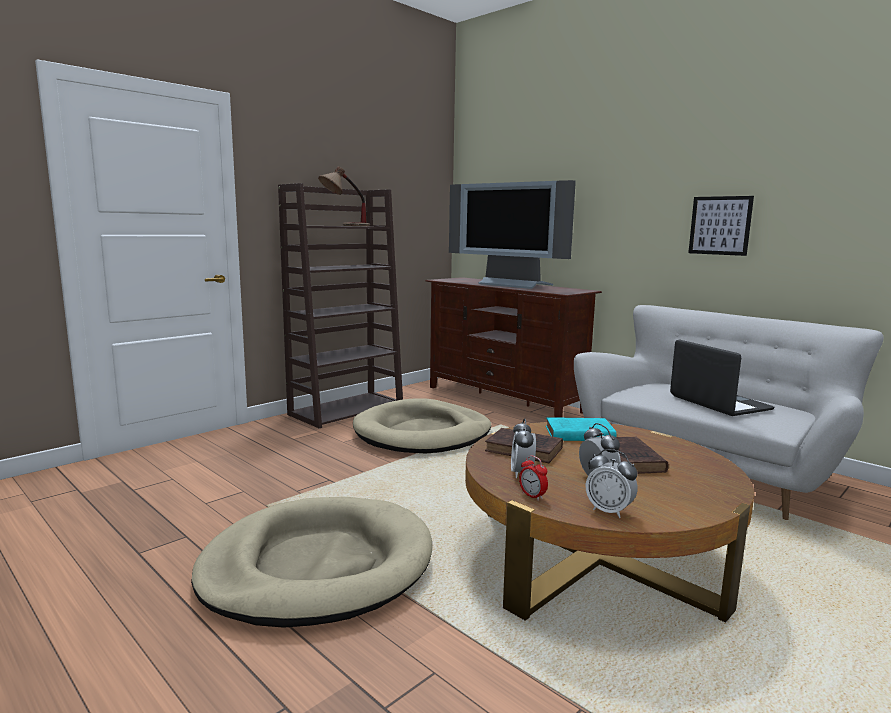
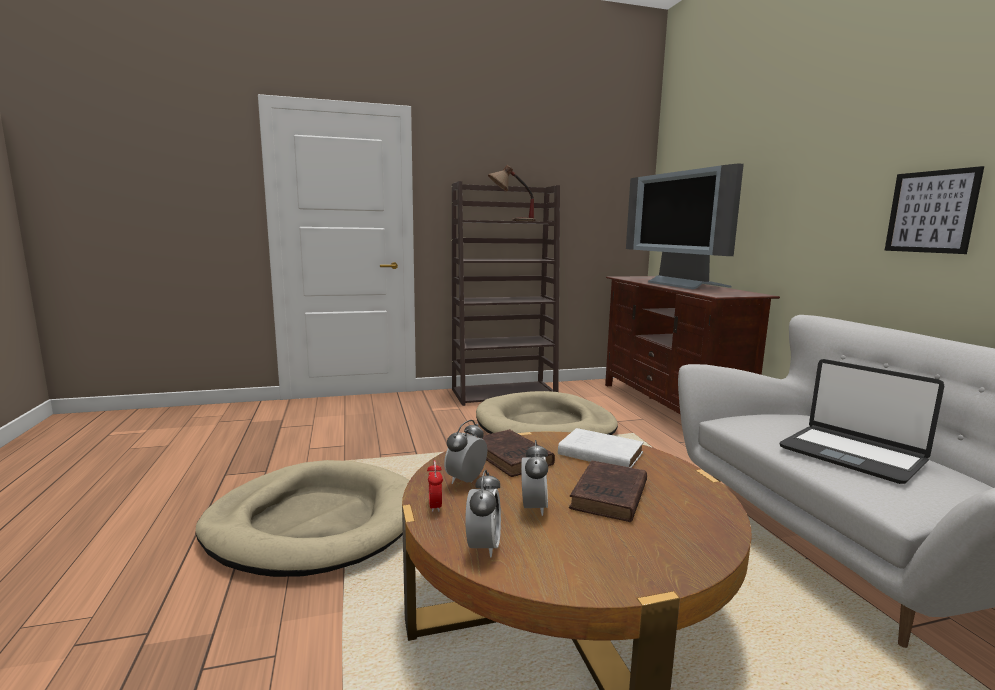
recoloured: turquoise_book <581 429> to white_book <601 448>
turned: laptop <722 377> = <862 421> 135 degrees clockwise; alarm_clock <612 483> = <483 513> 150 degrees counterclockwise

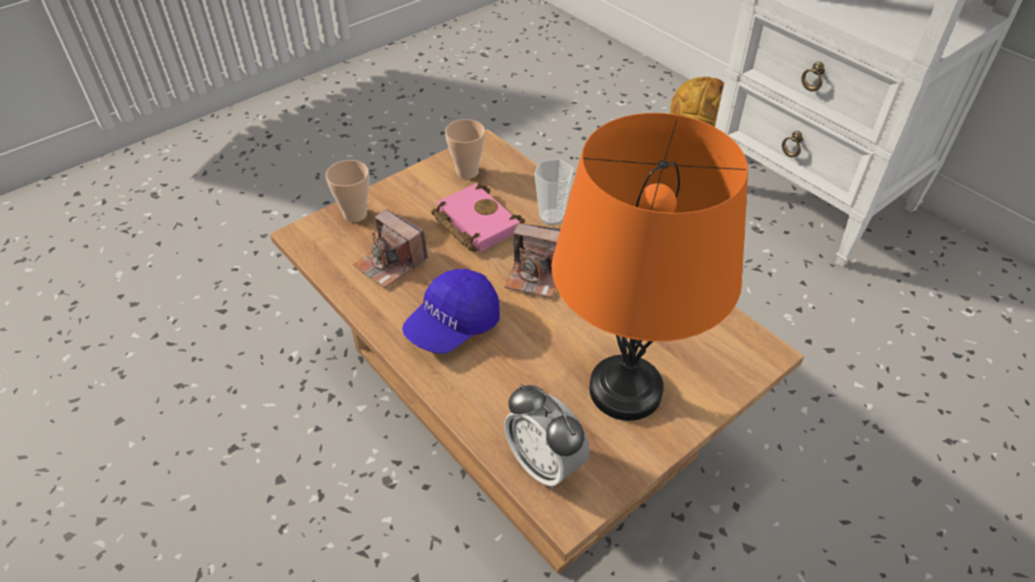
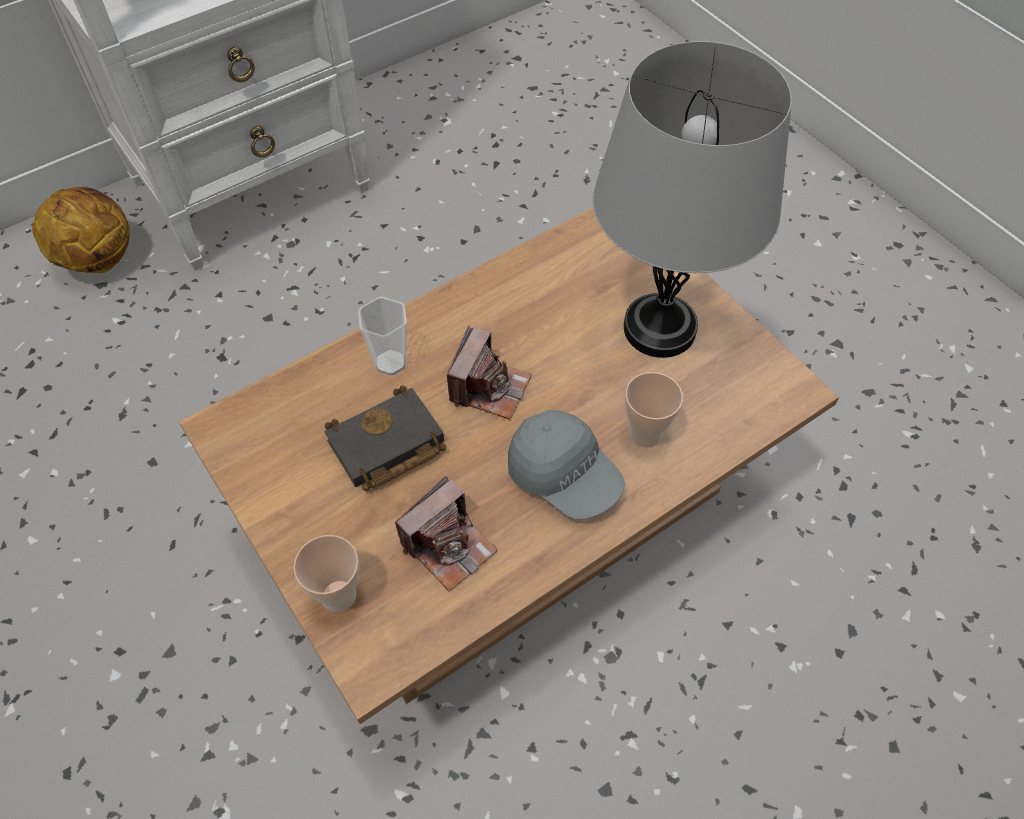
removed: alarm_clock <547 436>
moved: cup <465 149> to <654 410>
recoloured: orange_table_lamp <649 267> to grey_table_lamp <692 199>; pink_book <478 217> to black_book <385 438>; blue_cap <451 311> to grey_cap <566 464>

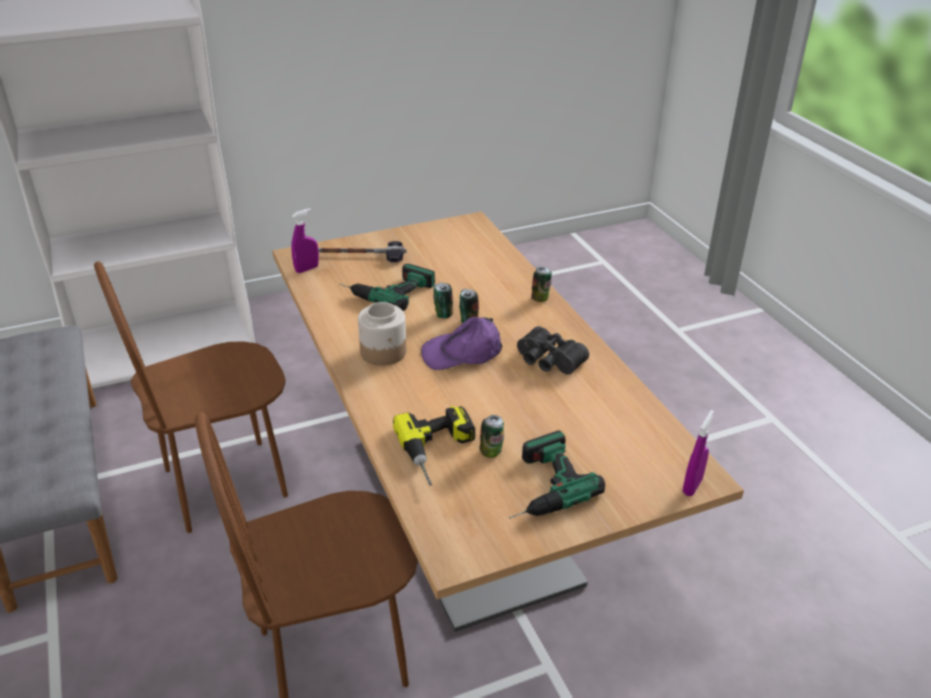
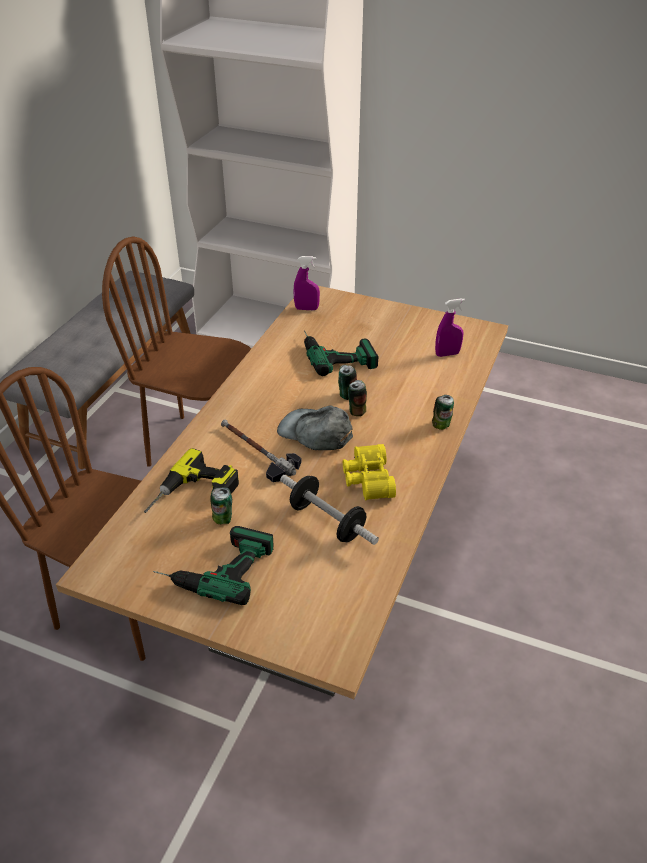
removed: jar <382 334>
added: dumbbell <329 510>
moved: hammer <362 251> to <261 451>; purple_spray_bottle <698 453> to <450 327>
recoloured: purple_cap <461 343> to grey_cap <315 427>; black_binoculars <553 350> to yellow_binoculars <369 472>

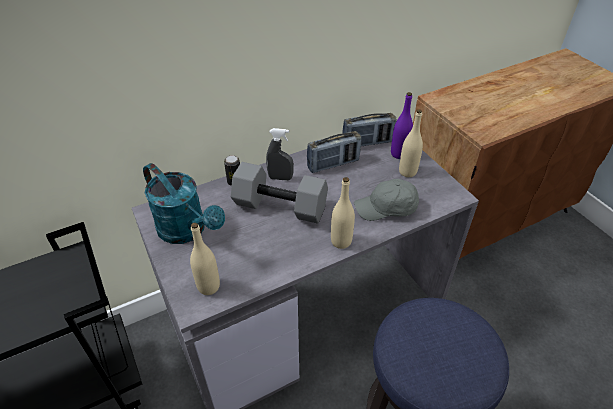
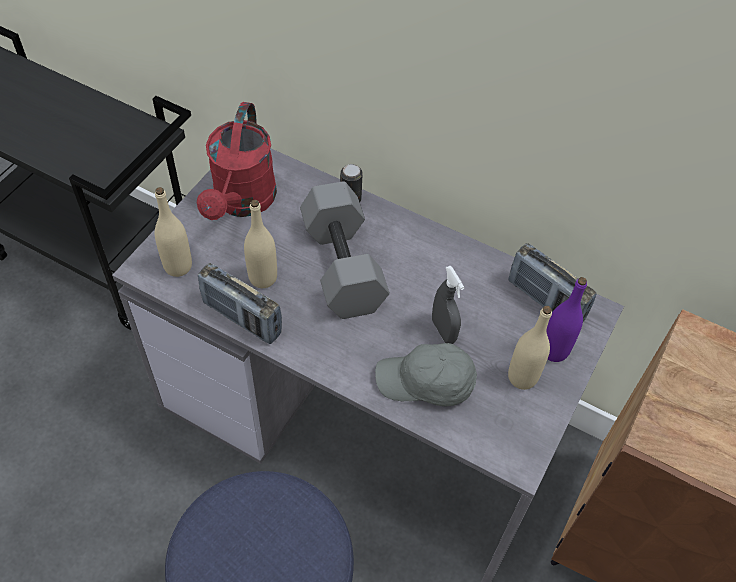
moved: grey_spray_bottle <280 154> to <448 305>; radio <334 152> to <240 303>; beige_bottle <343 213> to <260 244>
recoloured: turquoise_watering_can <184 203> to red_watering_can <237 161>
turned: grey_cap <386 200> = <426 374> 45 degrees counterclockwise

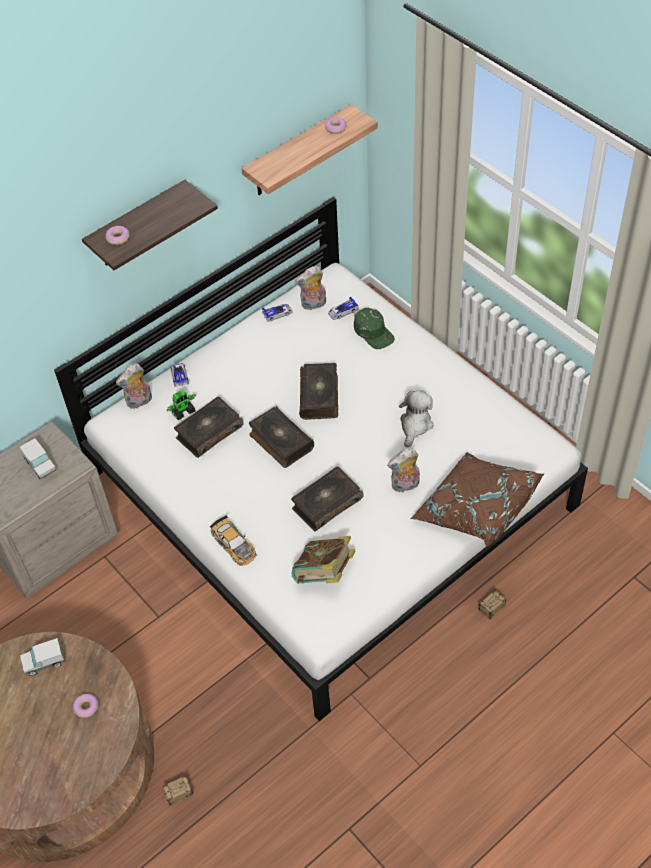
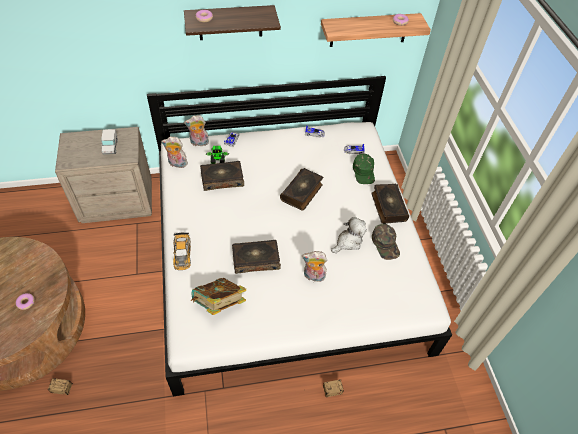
removed: brown_pillow <477 499>; toy_truck <42 657>
added: green_cap <386 242>
moved: plush_toy <310 288> to <174 152>; book <281 437> to <390 204>

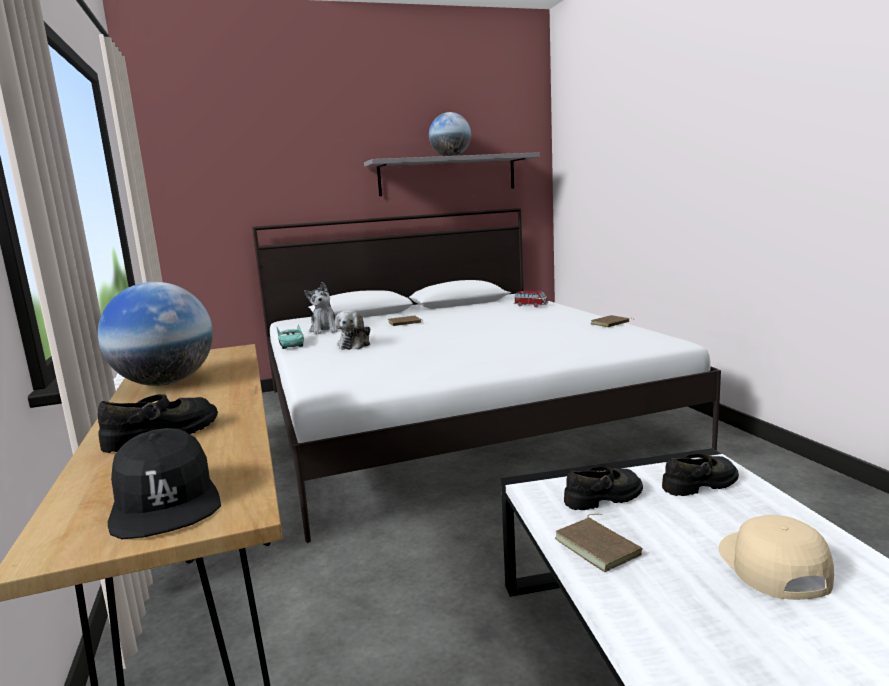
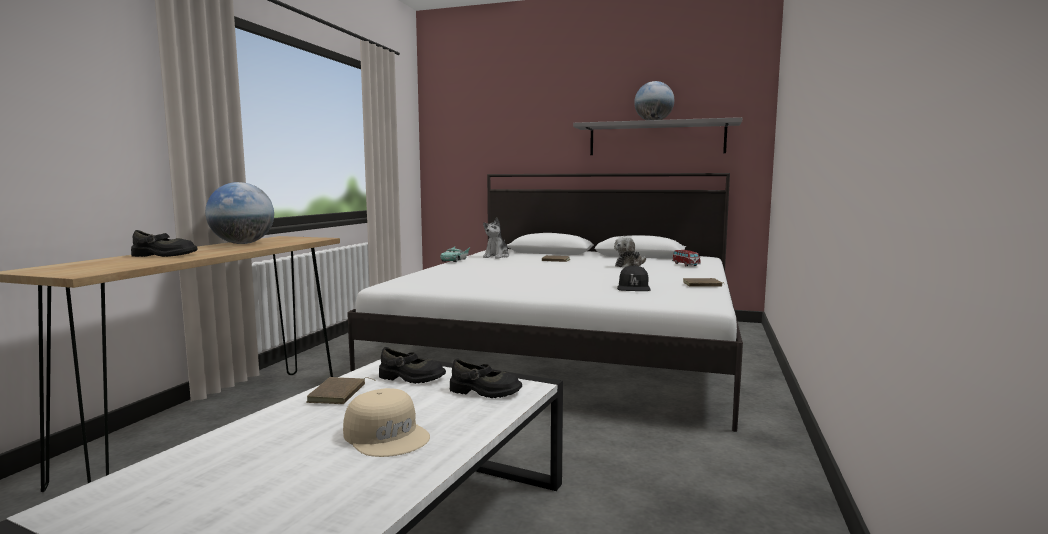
moved: plush_toy <352 330> to <630 252>; black_cap <164 483> to <633 278>
turned: beige_cap <776 557> = <386 422> 105 degrees clockwise

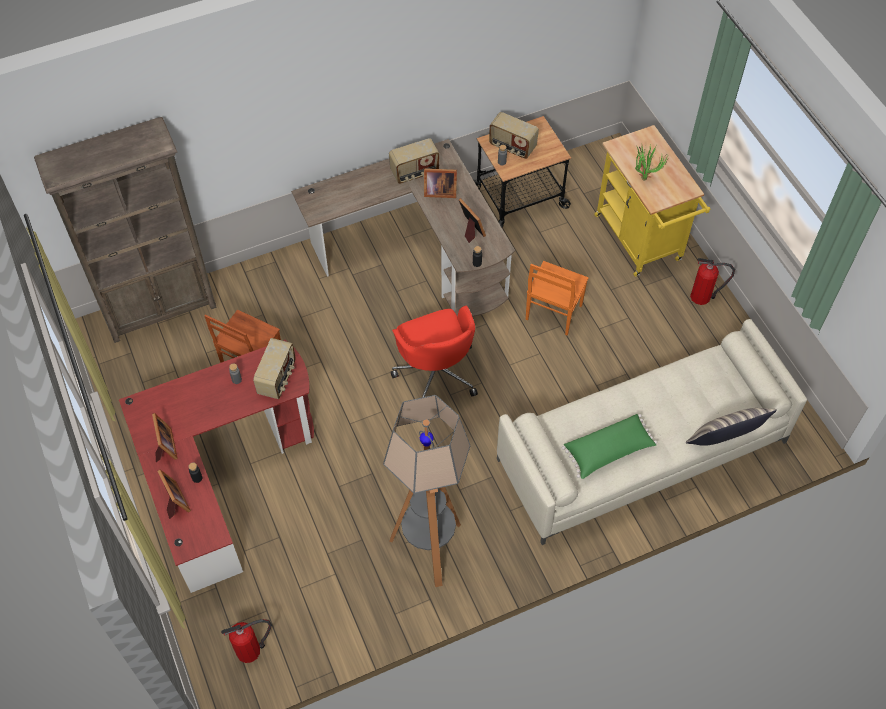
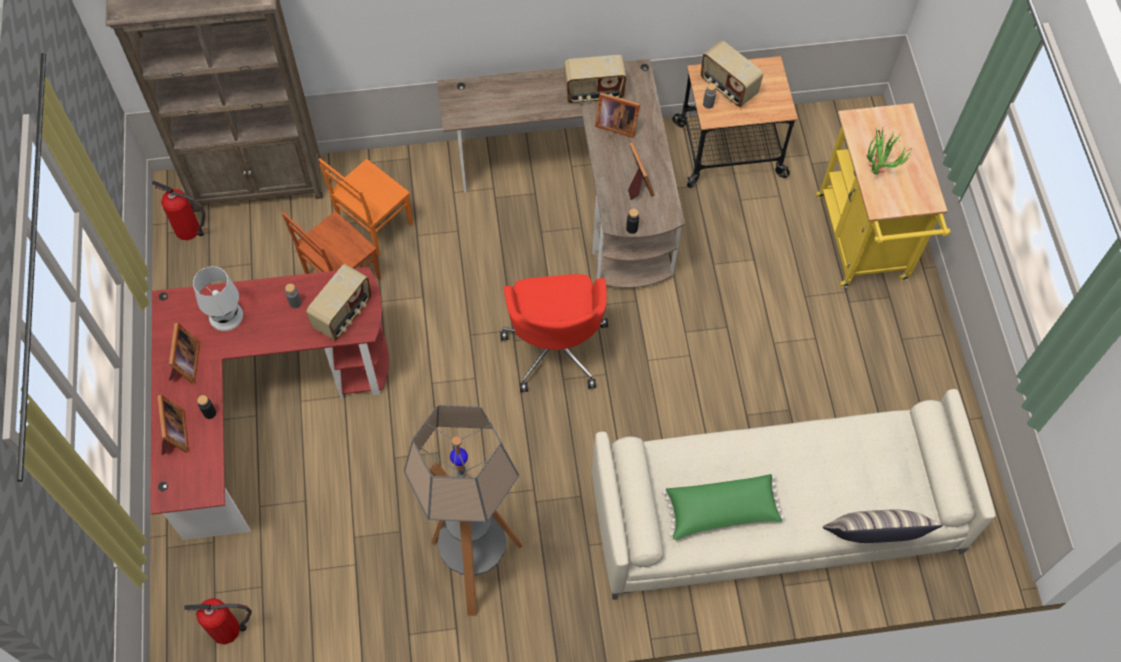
added: white_table_lamp <218 298>
moved: fire_extinguisher <712 281> to <178 210>; orange_chair <557 298> to <365 207>

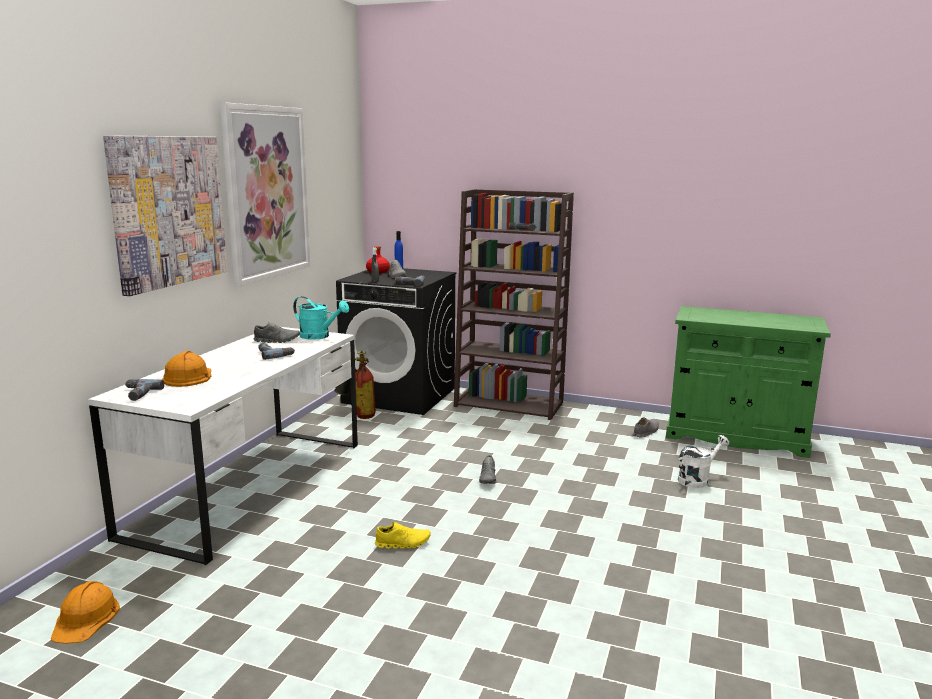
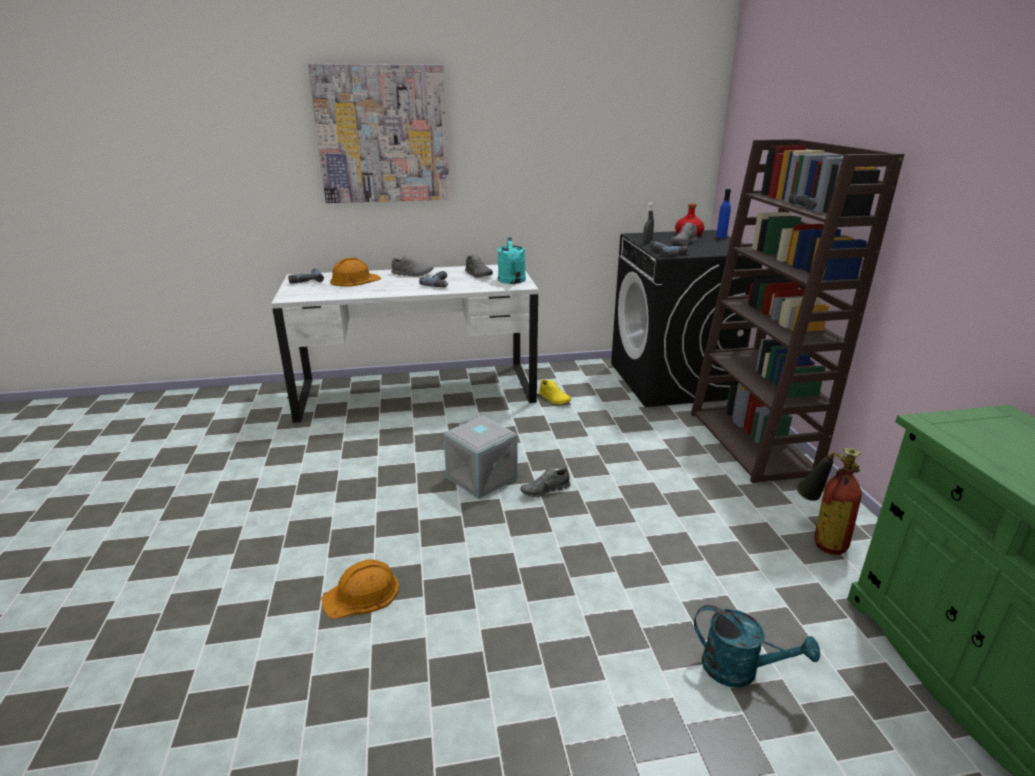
removed: picture <265 194>
added: grey_storage_box <480 457>
moved: fire_extinguisher <355 385> to <829 501>; grey_shoe <646 427> to <412 266>; yellow_shoe <403 535> to <555 391>; orange_hard_hat <85 612> to <360 589>
recoloured: white_watering_can <703 461> to turquoise_watering_can <757 646>

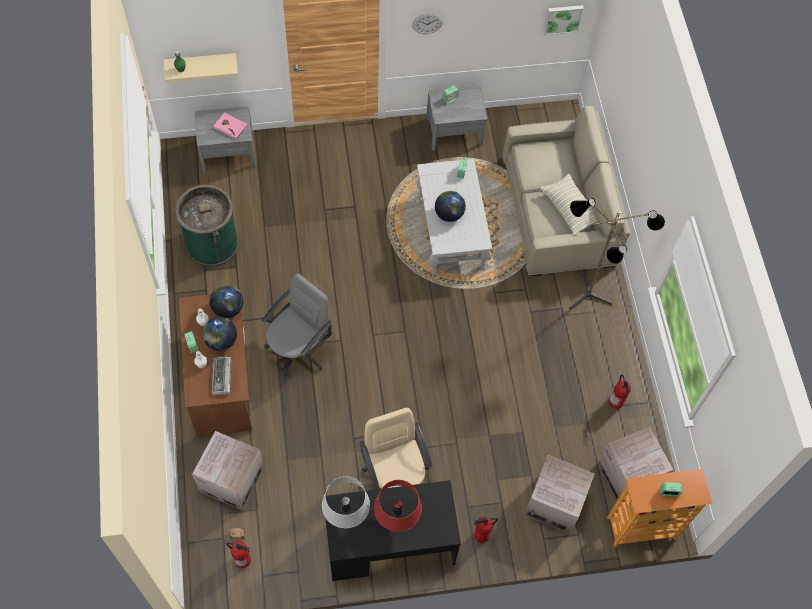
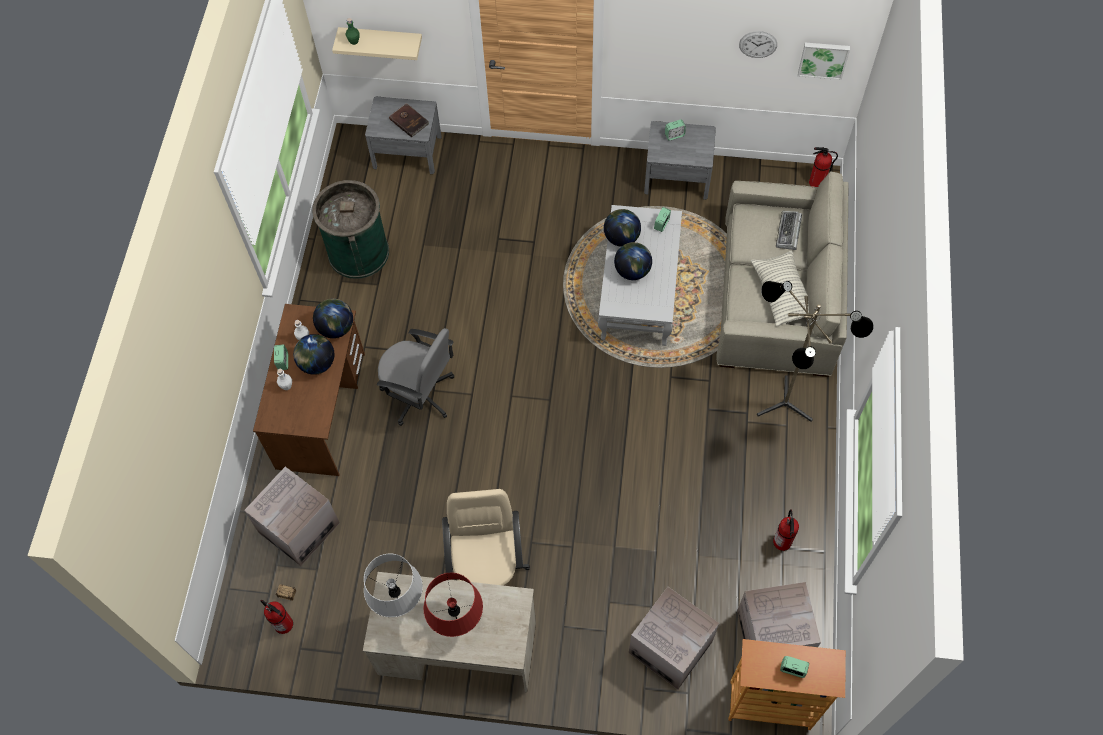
added: globe <622 228>
moved: wall_clock <428 23> to <758 44>; keyboard <221 375> to <789 230>; fire_extinguisher <486 529> to <823 167>
recoloured: pink_book <230 126> to brown_book <409 120>; black_desk <392 530> to beige_desk <449 632>
turned: grey_office_chair <297 325> = <415 377> 60 degrees clockwise

